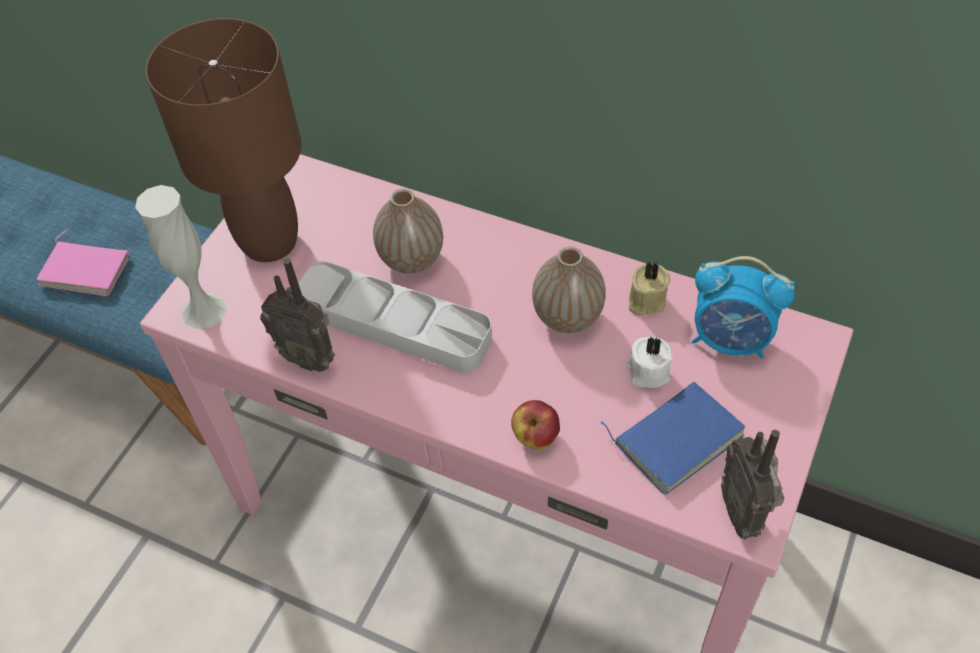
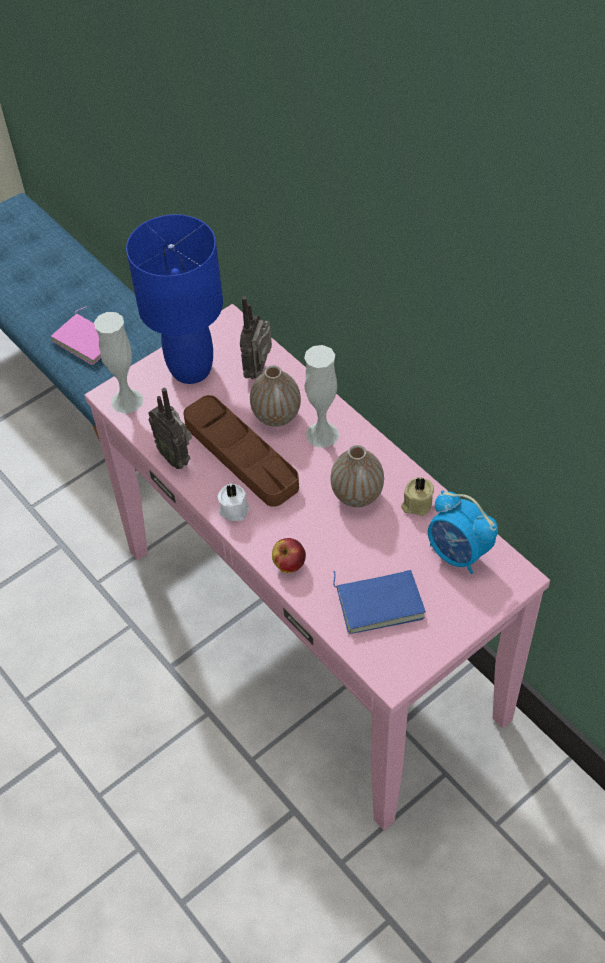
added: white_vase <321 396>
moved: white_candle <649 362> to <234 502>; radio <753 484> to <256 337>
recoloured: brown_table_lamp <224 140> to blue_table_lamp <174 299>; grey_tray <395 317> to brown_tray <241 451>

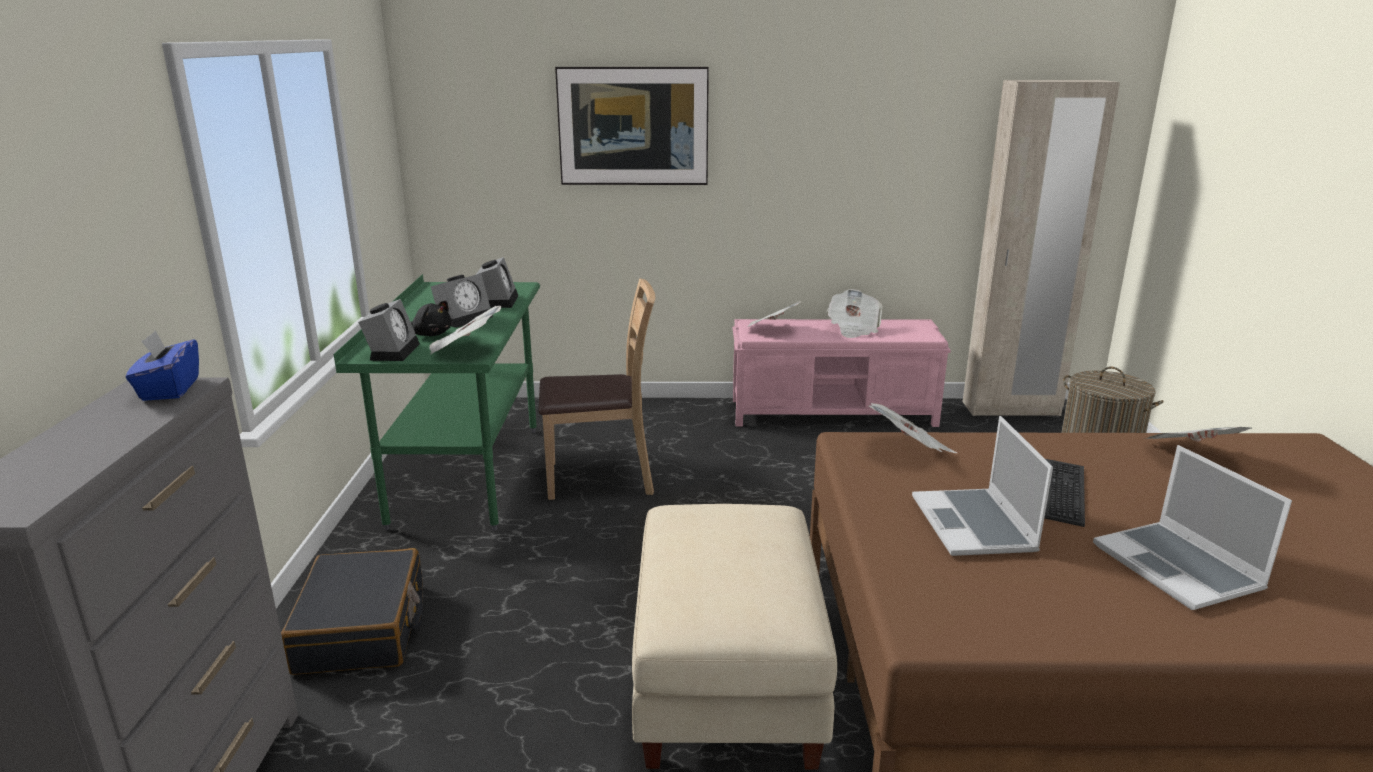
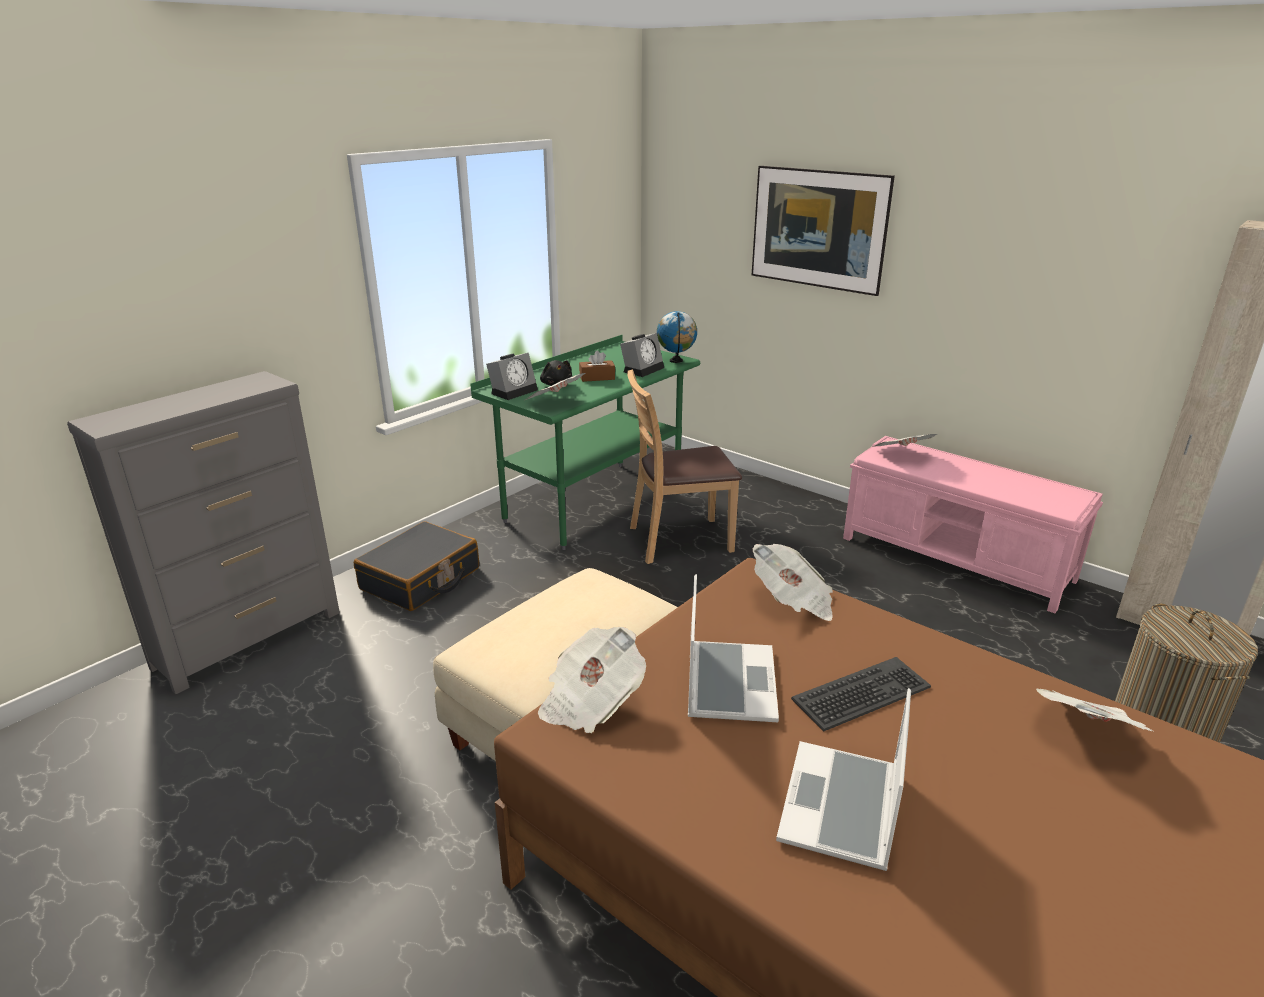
removed: blue_tissue_box <162 365>
added: globe <677 337>
moved: newspaper <854 313> to <592 680>
replaced: alarm_clock <462 301> to brown_tissue_box <597 366>
turned: brown_chair <596 389> = <684 466> 135 degrees clockwise; laptop <982 486> = <733 648> 150 degrees clockwise

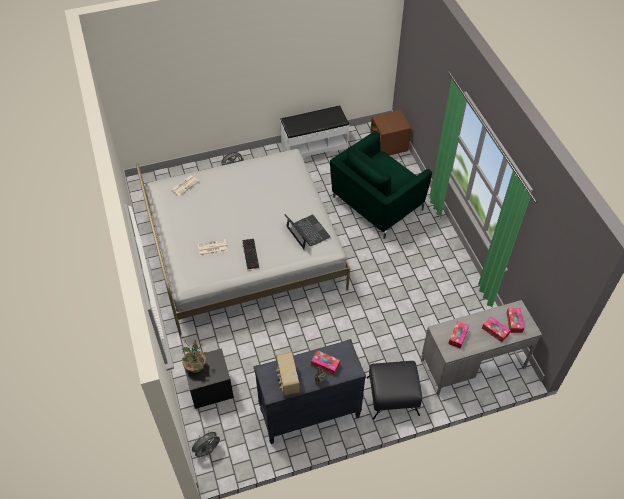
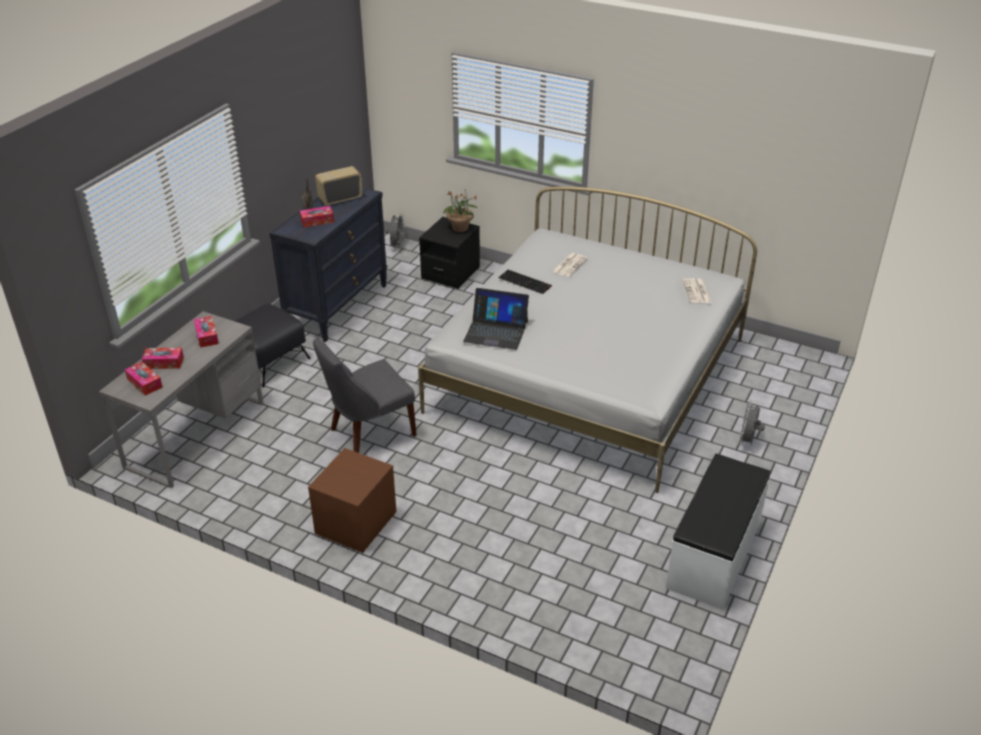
removed: green_armchair <381 185>
added: grey_chair <365 395>
moved: brown_nightstand <391 132> to <352 500>
turned: radio <287 373> = <339 185> 60 degrees counterclockwise

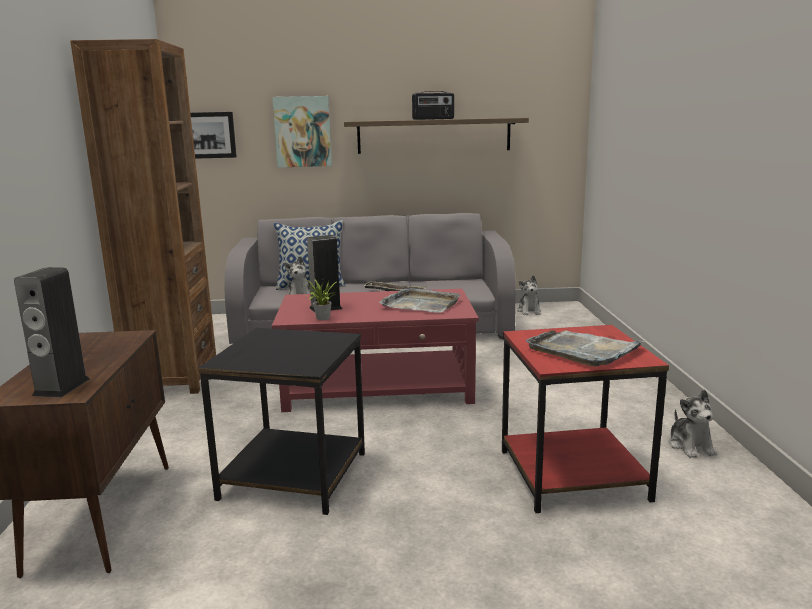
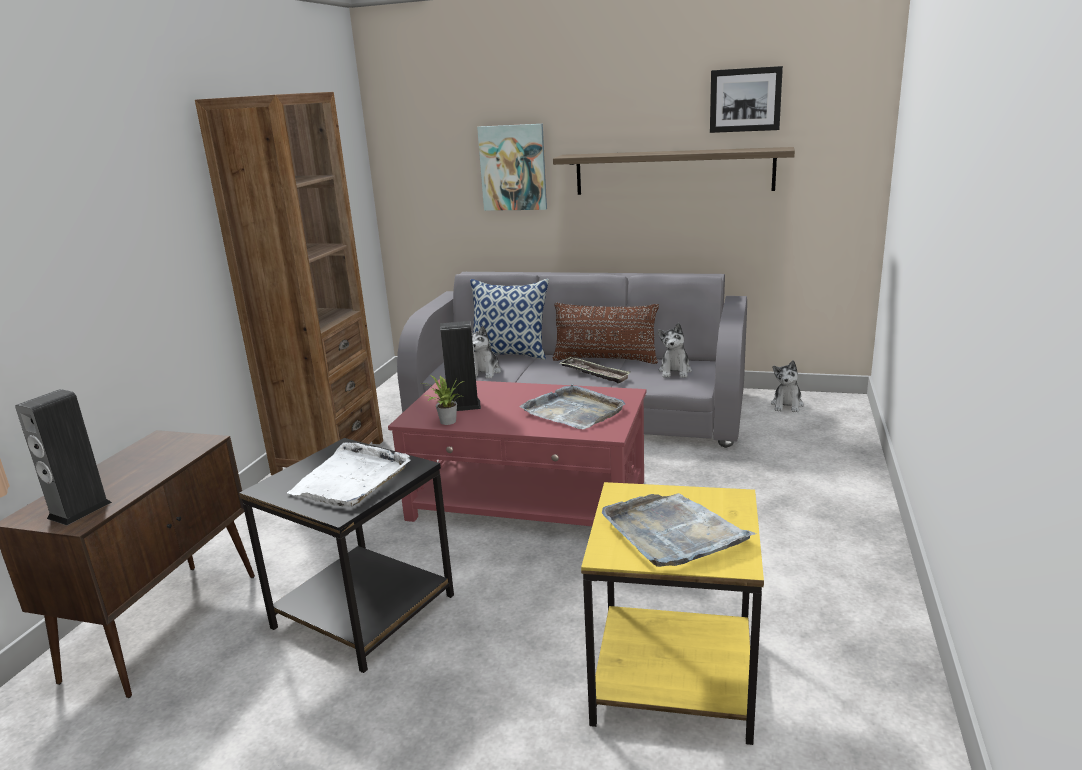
removed: radio <433 105>
added: brown_pillow <605 333>; white_tray <348 475>
moved: picture <213 135> to <746 99>; plush_toy <693 423> to <675 350>
recoloured: red_side_table <585 419> to yellow_side_table <672 613>

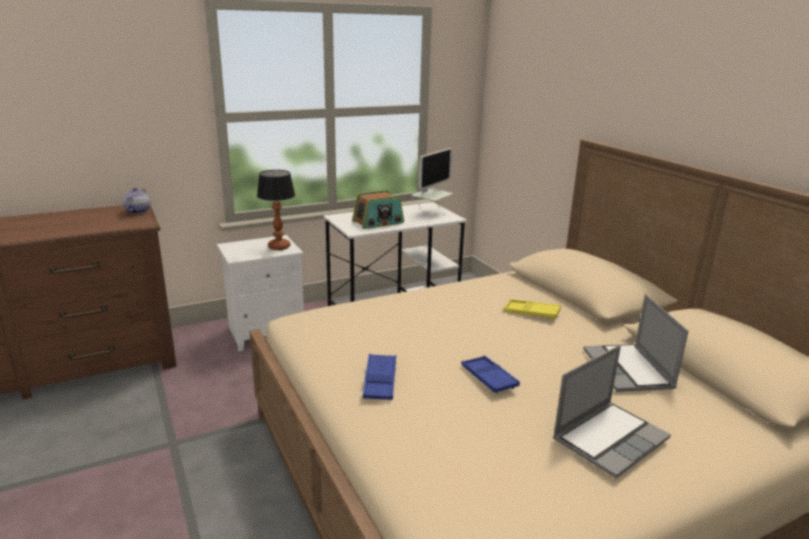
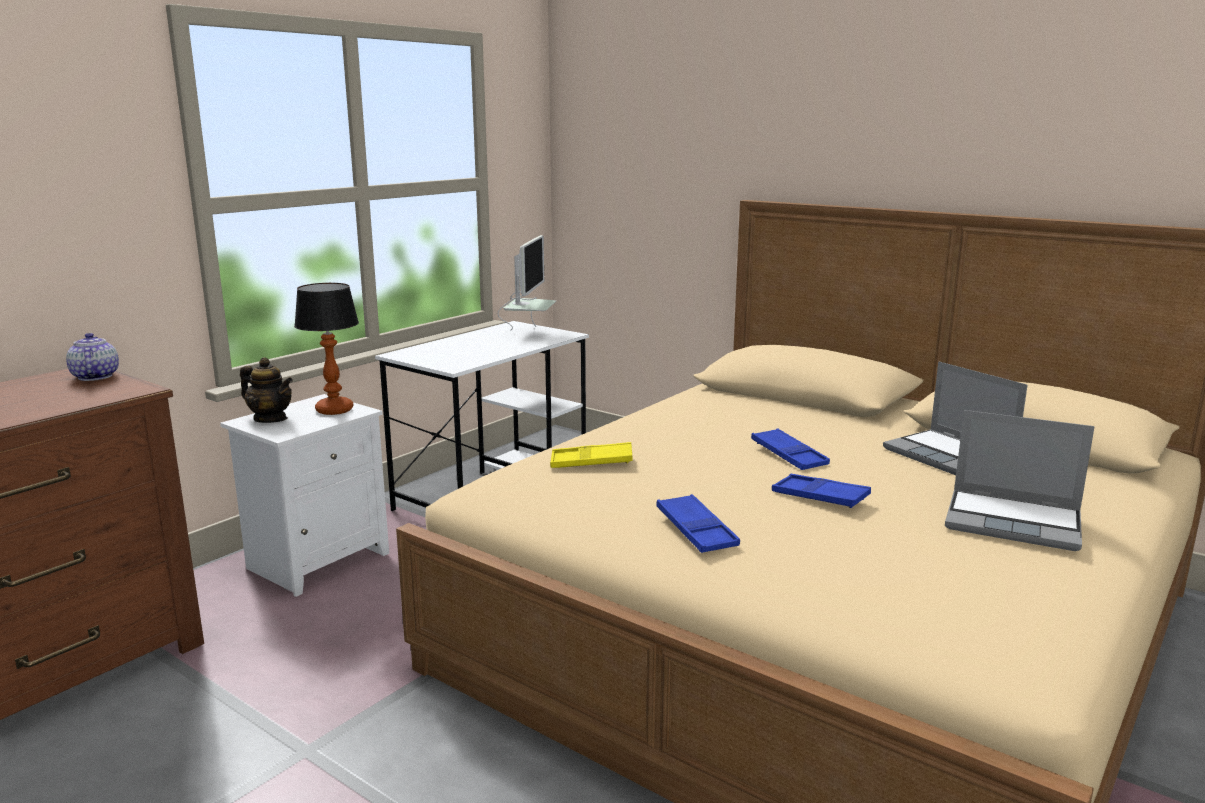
removed: radio <378 209>
added: teapot <266 390>; blue_tray <790 449>
moved: yellow_tray <532 309> to <591 455>
turned: laptop <612 411> = <1020 480> 90 degrees clockwise

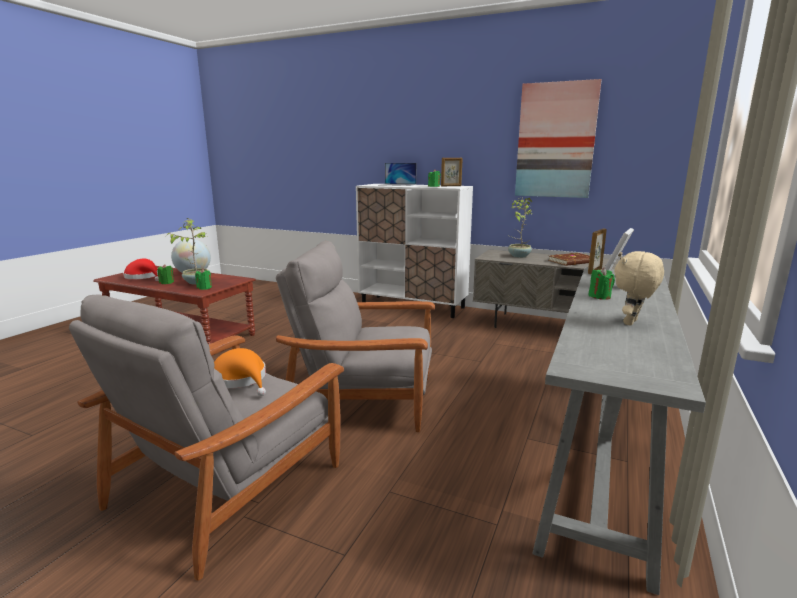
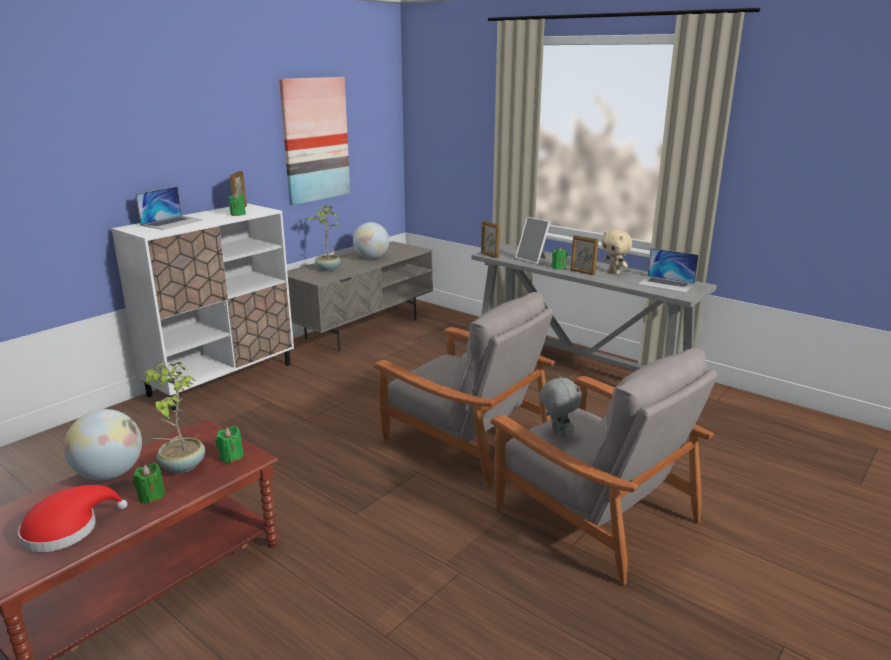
added: picture_frame <584 255>; laptop <668 270>
replaced: brown_book <569 259> to globe <371 240>; orange_hat <240 372> to grey_plush_toy <561 406>
turned: grey_armchair <355 336> = <464 389> 75 degrees counterclockwise

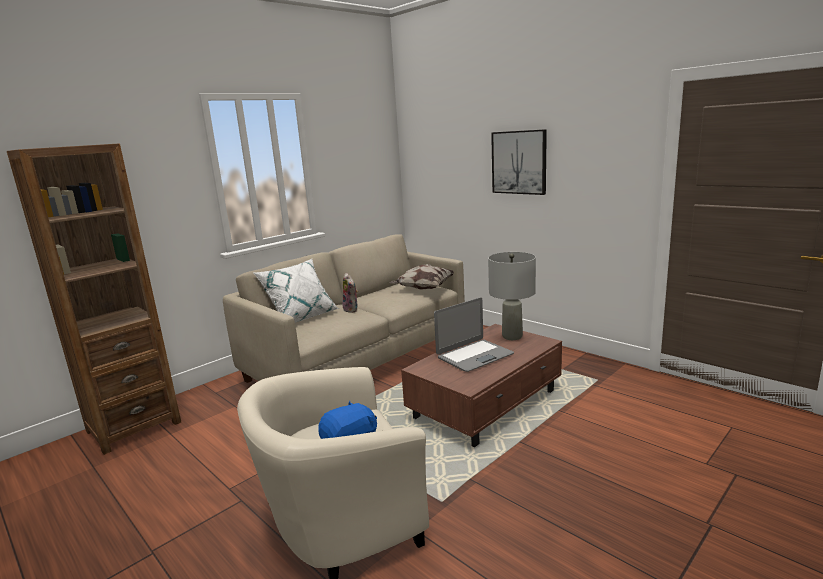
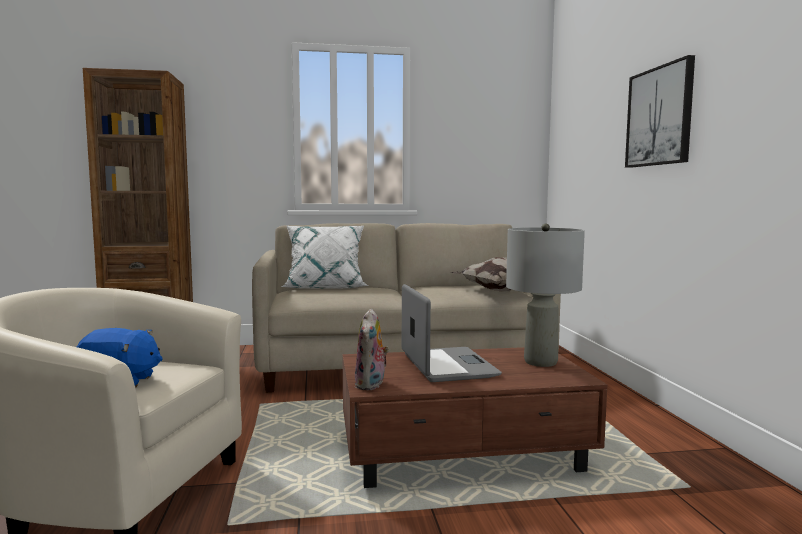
moved: plush_toy <350 293> to <372 349>
turned: laptop <474 335> = <452 333> 105 degrees counterclockwise

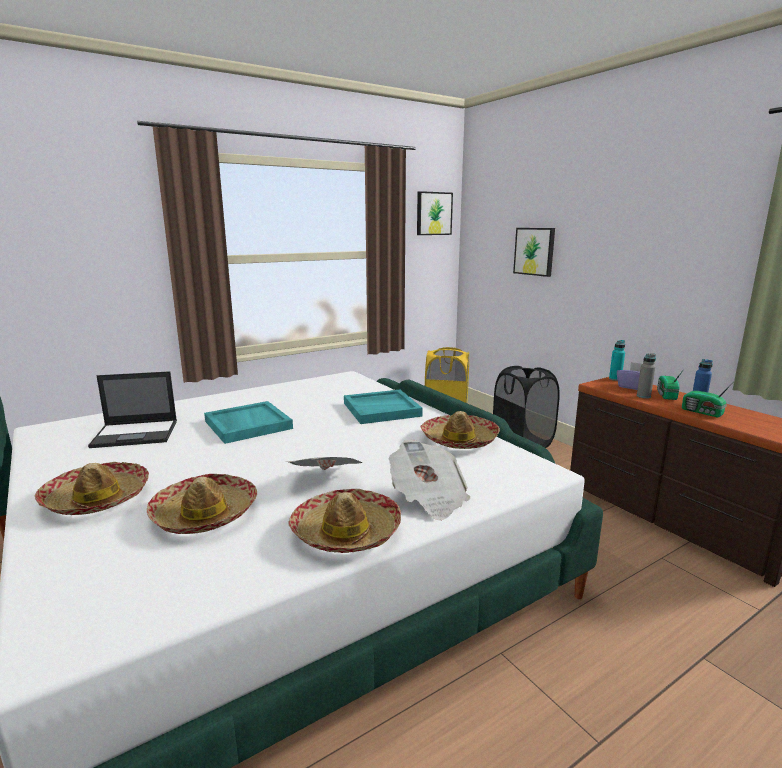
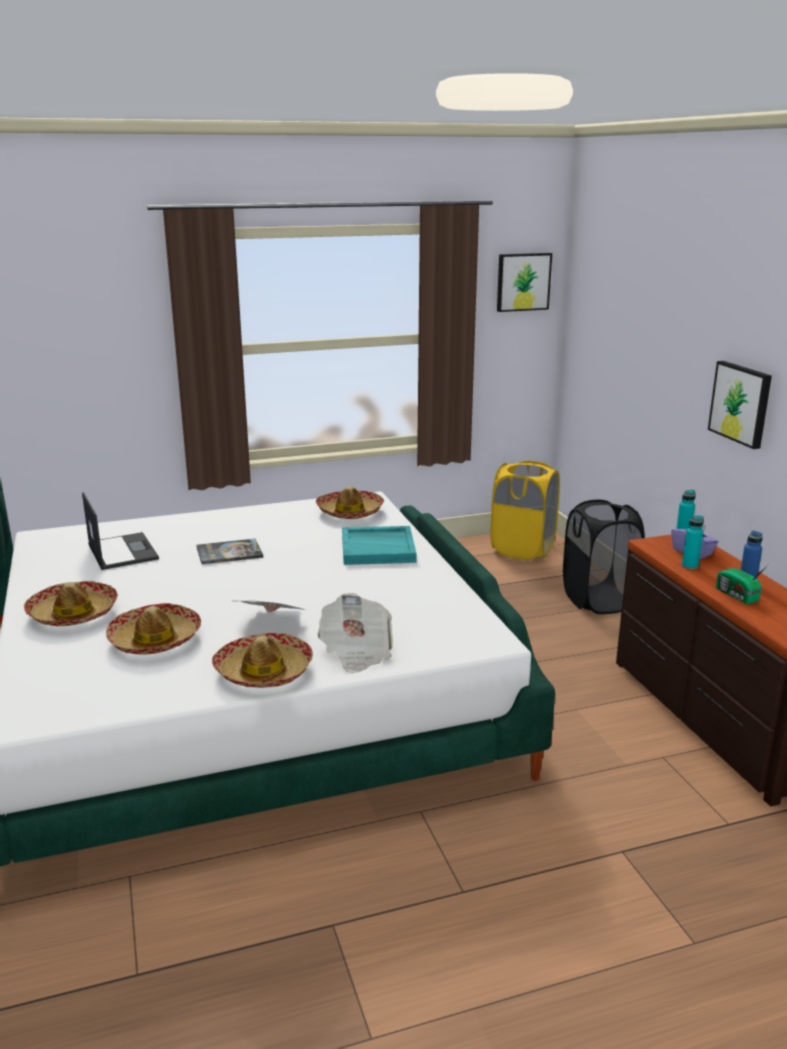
removed: radio <670 384>
moved: picture <534 252> to <740 405>; hat <460 430> to <350 503>
replaced: turquoise_tray <248 422> to book <229 551>
recoloured: grey_bottle <646 375> to turquoise_bottle <693 542>
turned: laptop <132 409> = <120 531> 120 degrees counterclockwise

